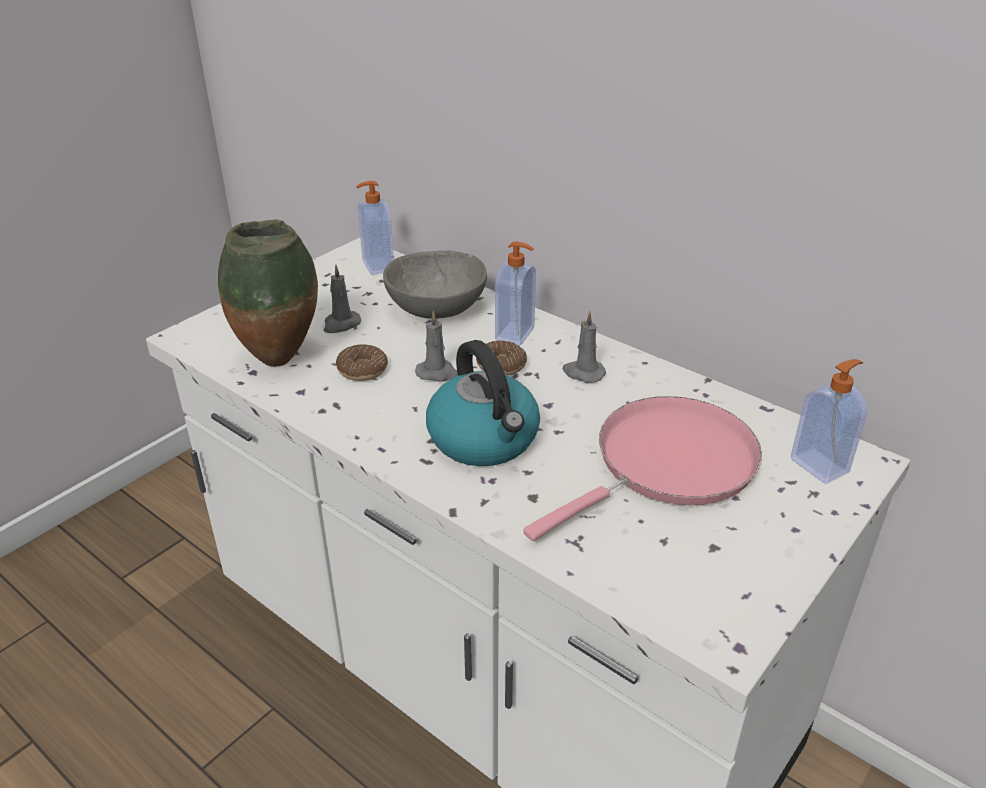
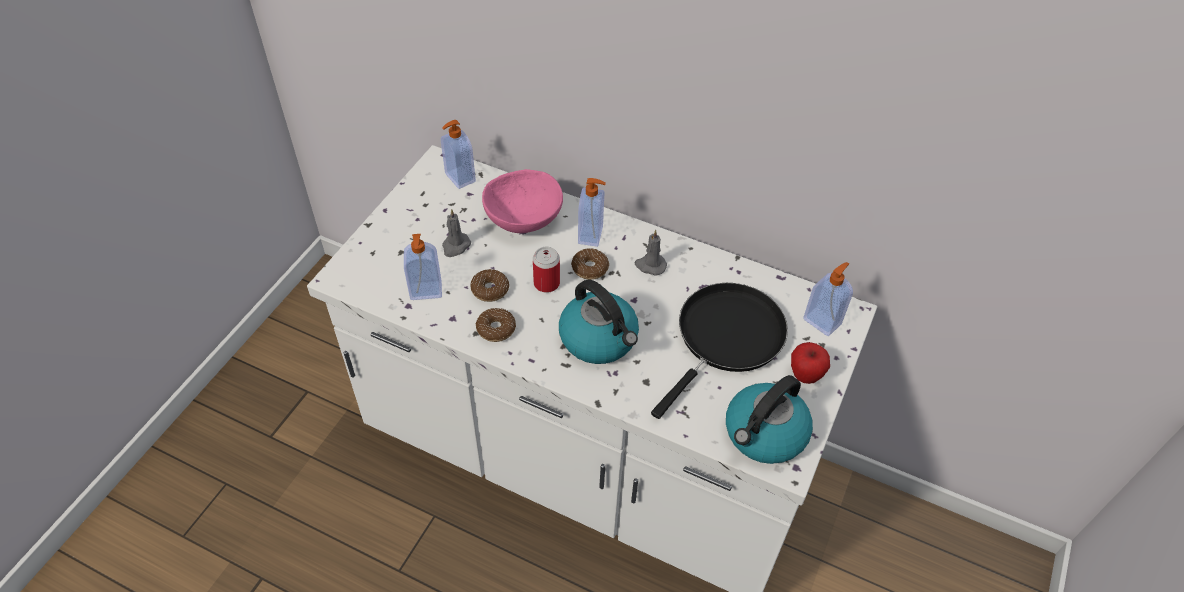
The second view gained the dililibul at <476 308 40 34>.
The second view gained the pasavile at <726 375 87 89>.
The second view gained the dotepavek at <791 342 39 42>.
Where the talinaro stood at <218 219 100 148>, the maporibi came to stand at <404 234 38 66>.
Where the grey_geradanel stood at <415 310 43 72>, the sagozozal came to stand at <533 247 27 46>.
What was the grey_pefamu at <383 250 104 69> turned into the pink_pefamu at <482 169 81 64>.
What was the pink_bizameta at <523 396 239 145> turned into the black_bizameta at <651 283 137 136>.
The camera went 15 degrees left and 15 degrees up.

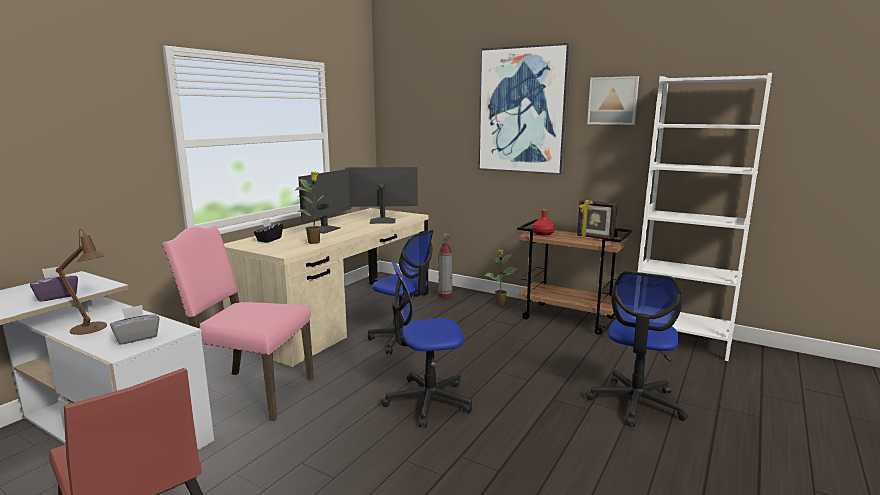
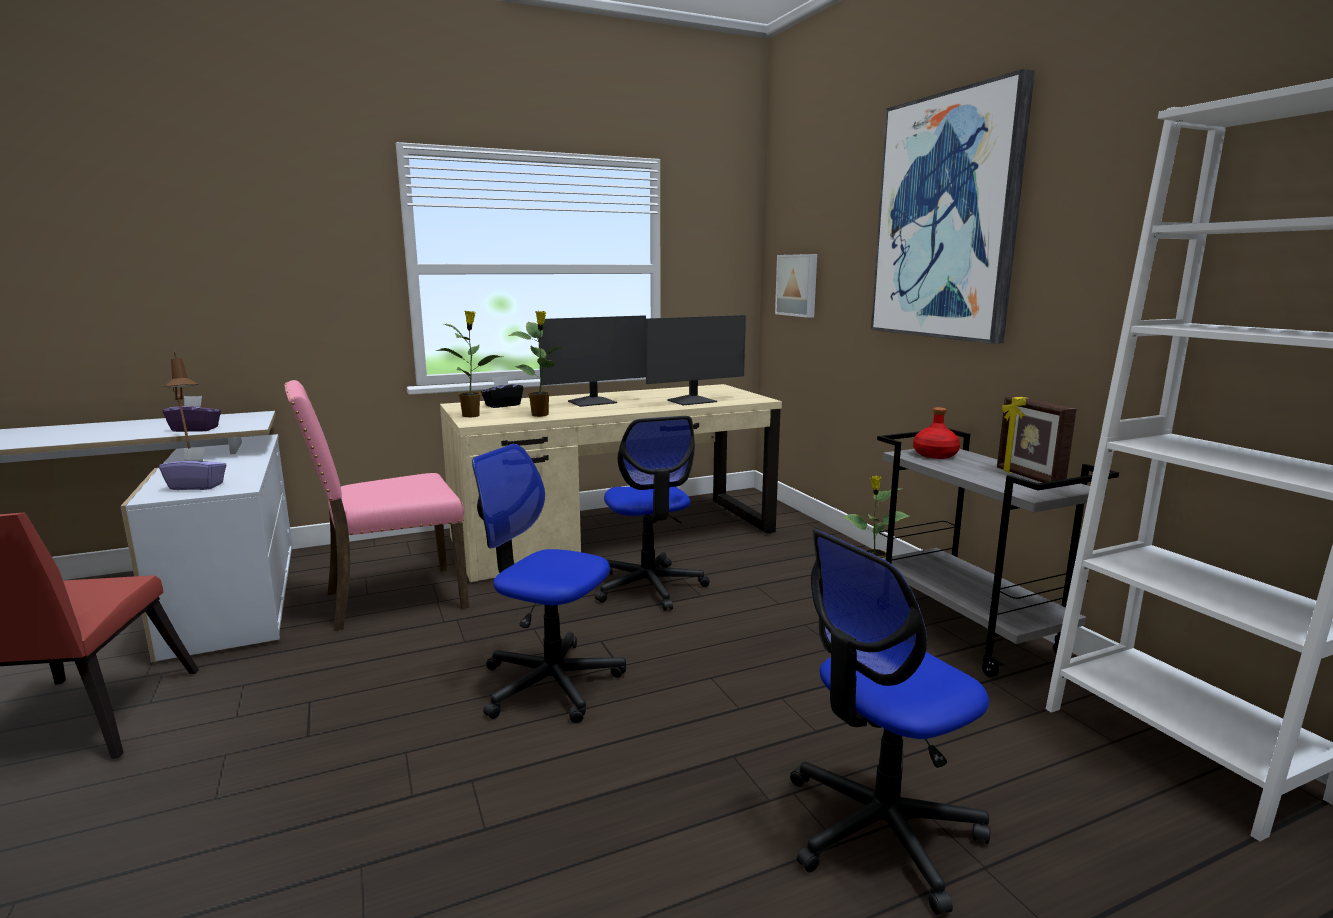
The second view lost the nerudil at <438 233 14 65>.
The second view gained the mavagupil at <436 311 66 106>.
The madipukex ended up elsewhere, having gone from <587 76 52 49> to <775 254 42 64>.
What was the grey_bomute at <110 305 50 40> turned into the purple_bomute at <159 448 67 42>.
What was the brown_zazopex at <517 219 115 116> turned into the grey_zazopex at <877 428 242 250>.
The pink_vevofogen at <161 226 153 195> ended up facing another way, 75 degrees counterclockwise from before.
The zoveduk at <345 167 73 57> ended up facing another way, 120 degrees clockwise from before.
The camera went 35 degrees right and 0 degrees up.

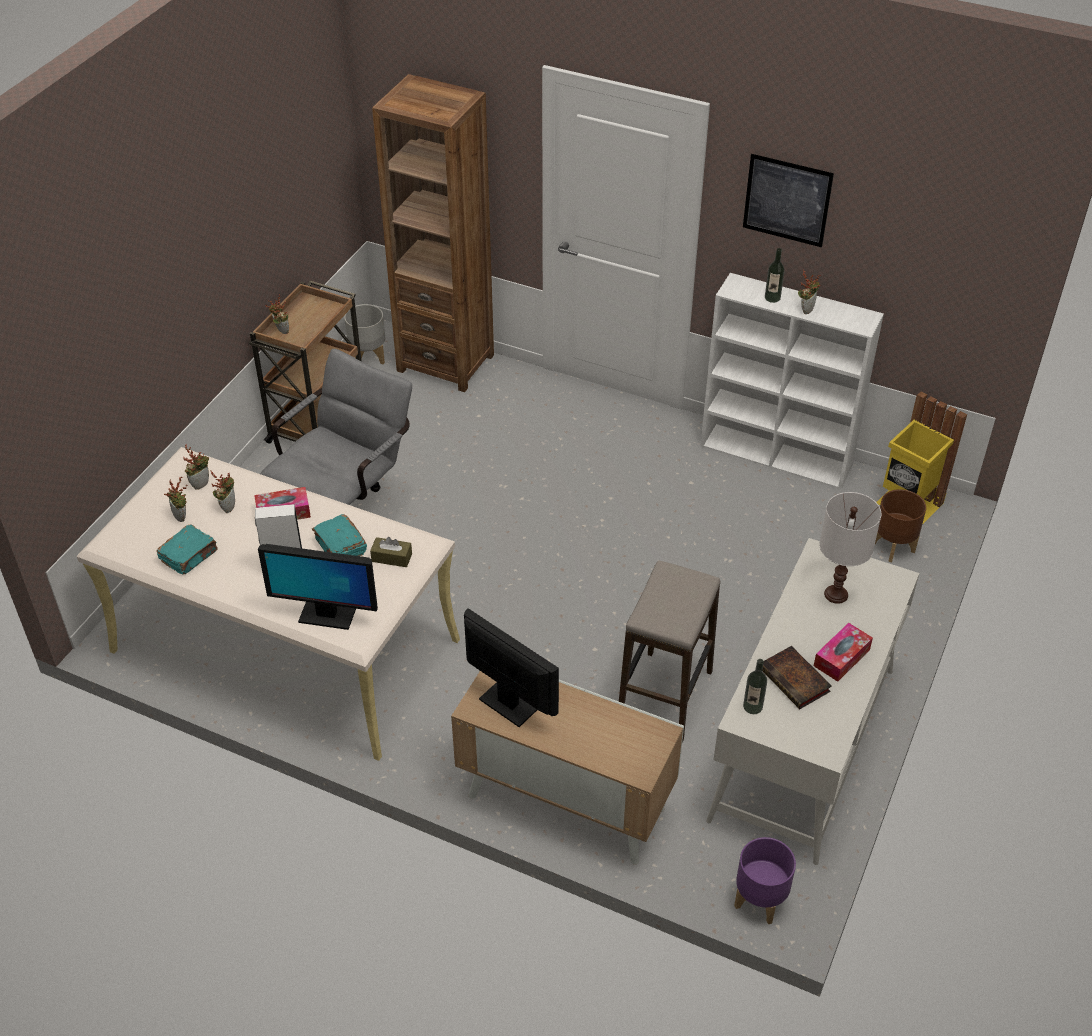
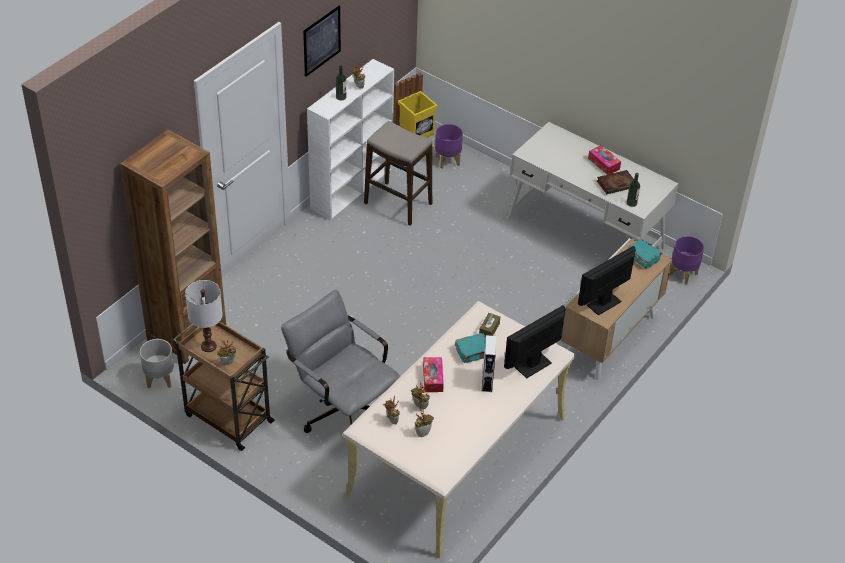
The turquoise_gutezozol ended up elsewhere, having gone from <156 525 62 50> to <626 239 36 30>.
The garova ended up elsewhere, having gone from <619 561 102 182> to <364 121 68 105>.
The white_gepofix ended up elsewhere, having gone from <820 492 61 112> to <185 280 38 72>.
What was the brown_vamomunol at <875 489 51 73> turned into the purple_vamomunol at <435 124 28 44>.
The zoveduk at <258 544 120 86> ended up facing another way, 150 degrees counterclockwise from before.
The camera went 80 degrees left and 0 degrees up.

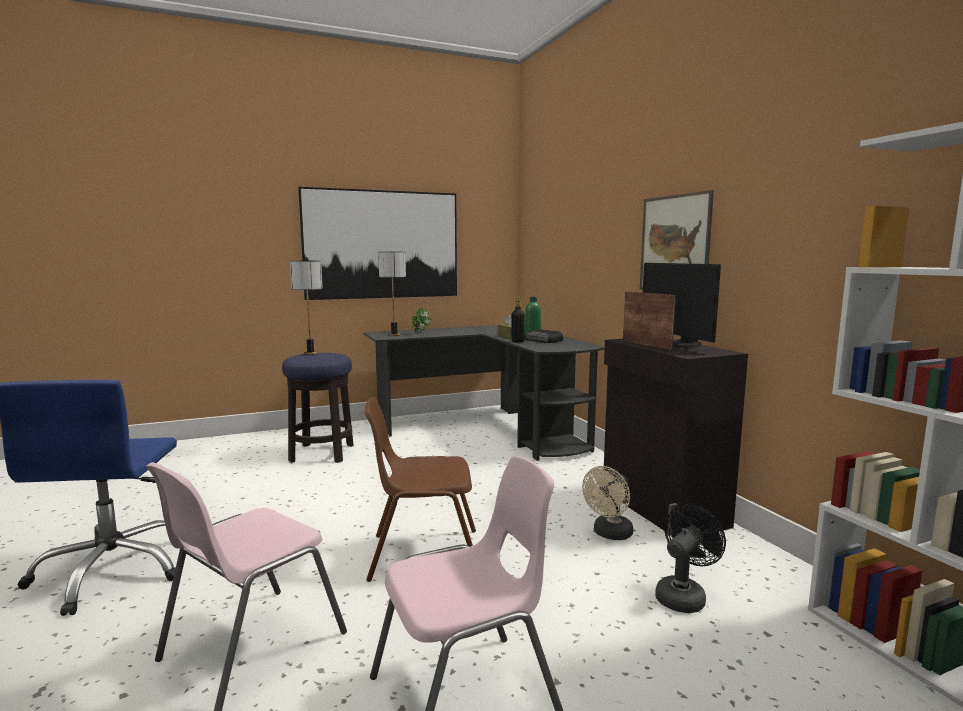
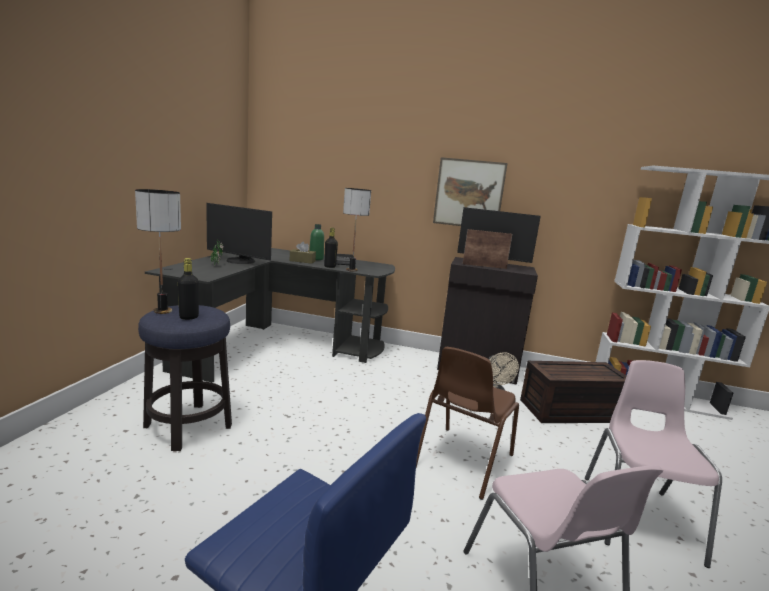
The second view lost the madipukex at <298 187 159 113>.
The second view gained the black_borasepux at <178 258 21 62>.
The second view gained the zoveduk at <206 203 66 61>.
The gepofix ended up elsewhere, having gone from <378 252 28 84> to <343 188 28 84>.
Where the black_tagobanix stood at <655 505 71 108>, the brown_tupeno came to stand at <520 361 106 62>.
The camera went 55 degrees left and 5 degrees up.

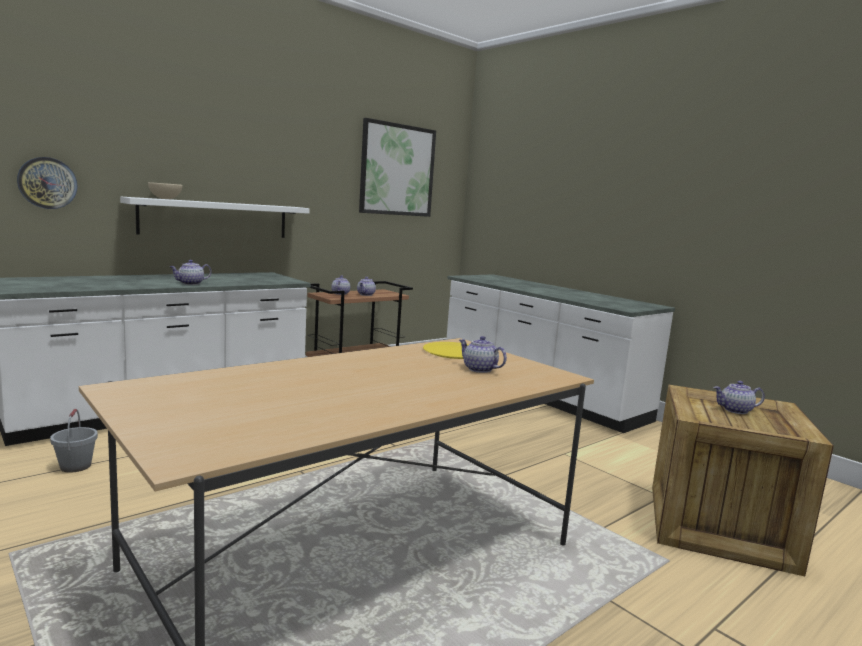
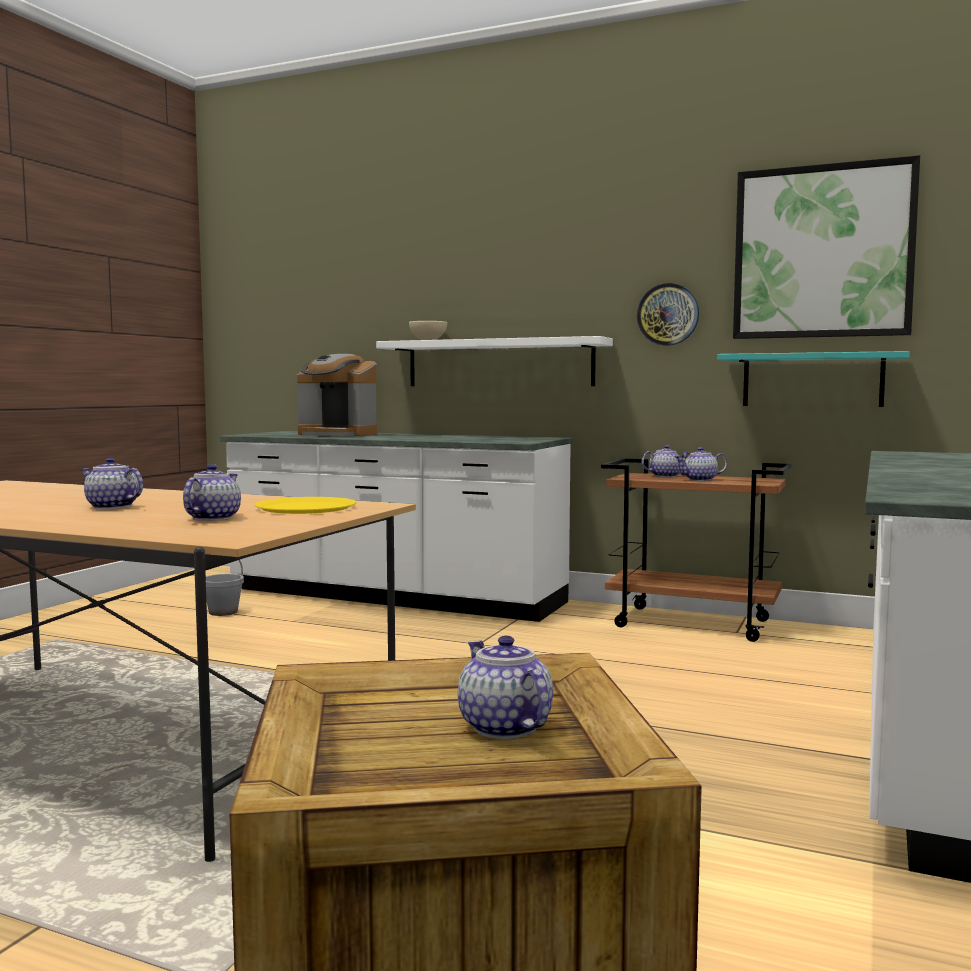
The second view gained the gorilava at <297 354 80 82>.
The second view gained the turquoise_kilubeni at <717 351 193 56>.
The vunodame ended up elsewhere, having gone from <17 157 61 52> to <637 283 62 63>.
The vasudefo ended up elsewhere, having gone from <169 260 43 25> to <81 457 62 52>.
The camera went 65 degrees right and 5 degrees down.

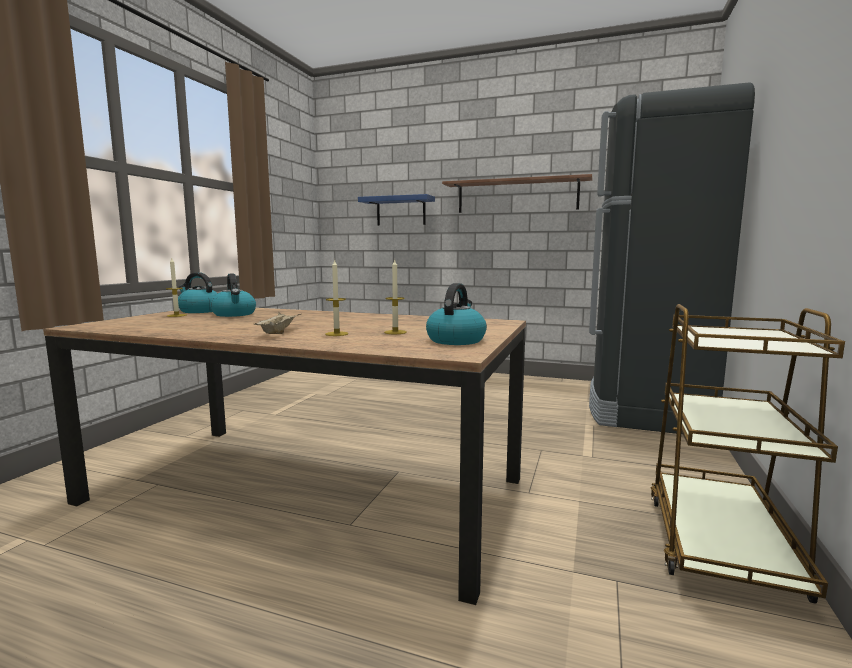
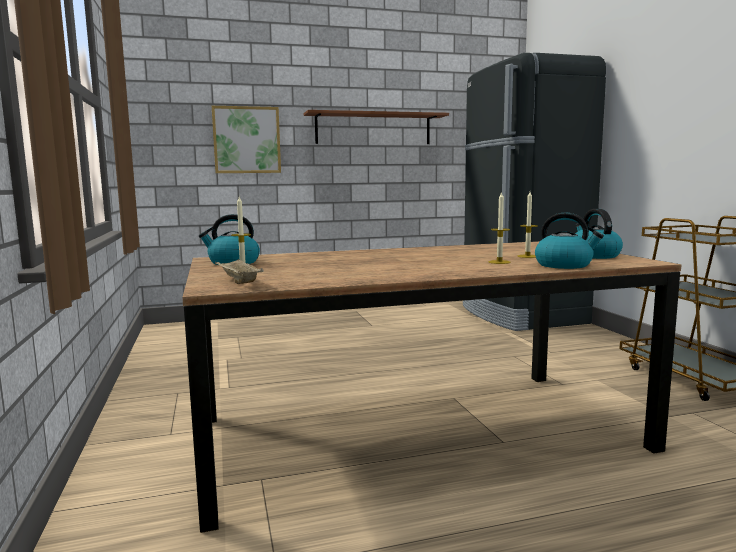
The pasavile ended up elsewhere, having gone from <210 274 46 43> to <535 213 69 56>.
The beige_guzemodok ended up elsewhere, having gone from <254 312 47 22> to <215 258 49 26>.
Where the blue_kilubeni hung at <358 194 77 32>, the madipukex came to hang at <212 106 69 67>.
The camera went 35 degrees left and 0 degrees up.

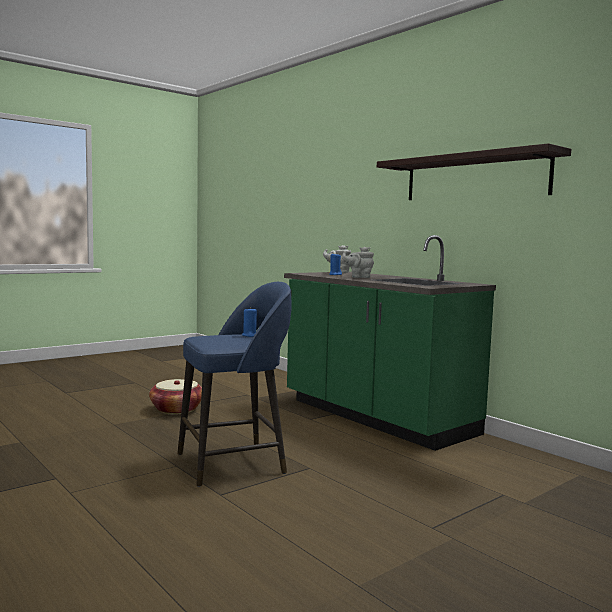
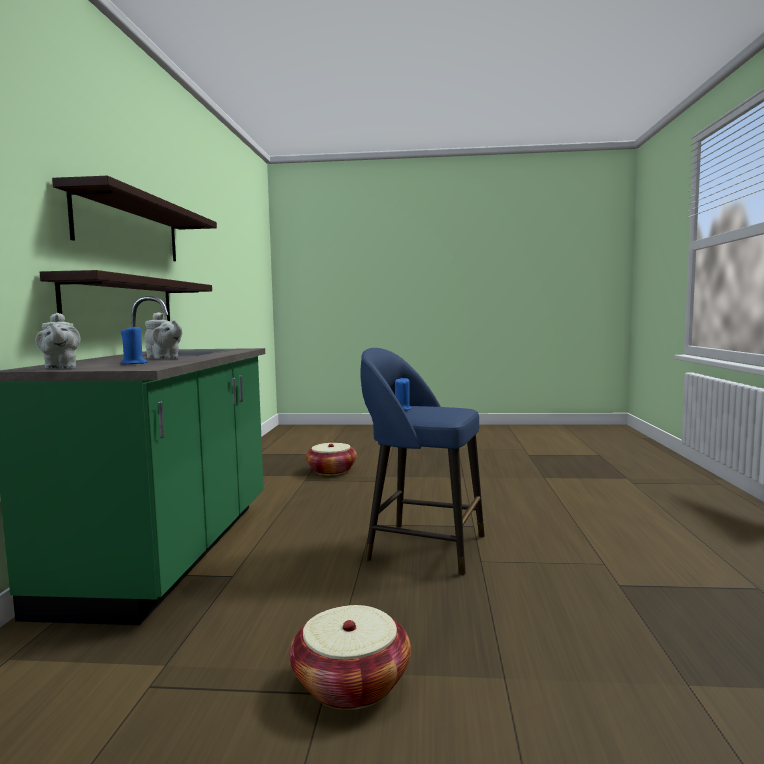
The second view gained the kilubeni at <40 270 172 51>.
The second view gained the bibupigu at <306 443 51 32>.
The camera went 135 degrees left and 0 degrees up.

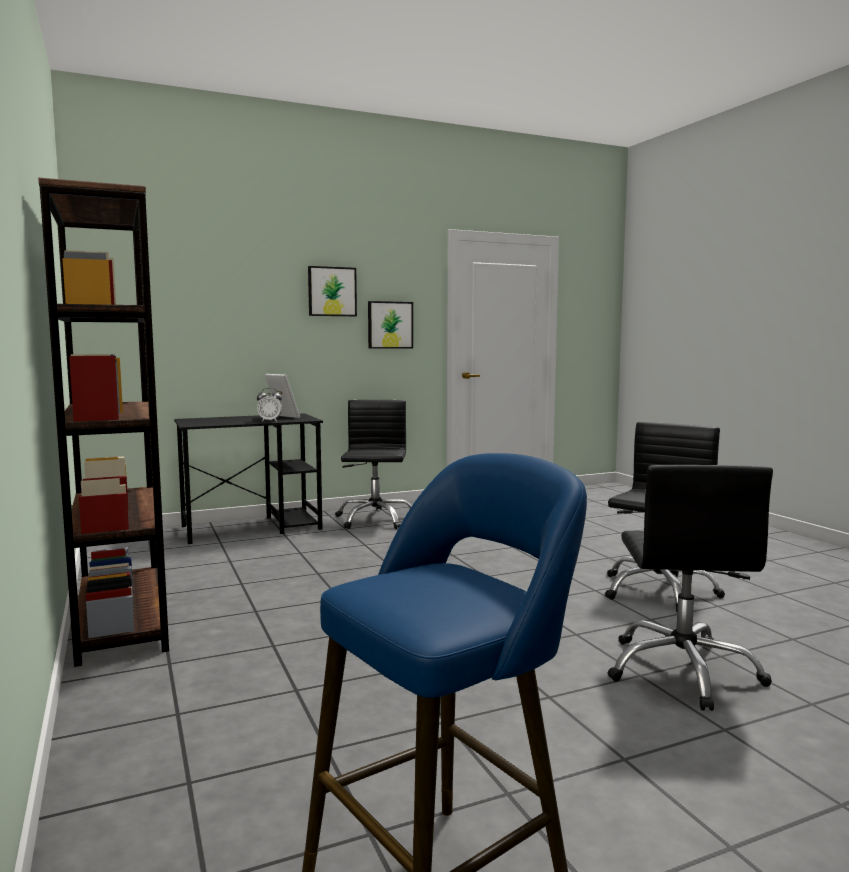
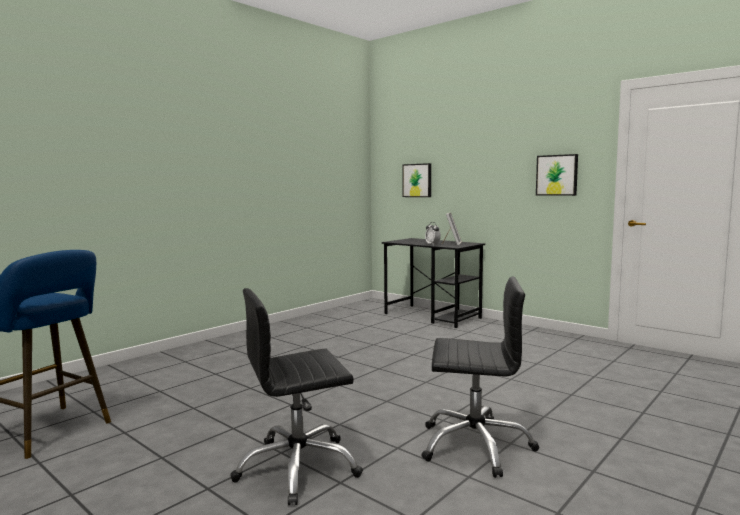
The second view lost the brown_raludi at <38 178 131 489>.
The second view lost the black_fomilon at <335 400 77 129>.
The madipukex ended up elsewhere, having gone from <308 266 49 50> to <402 163 29 34>.
The camera went 65 degrees right and 0 degrees up.

